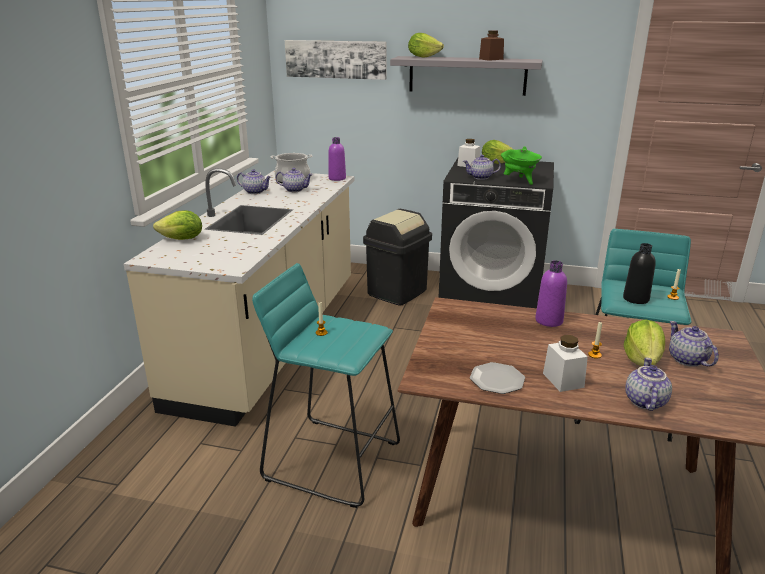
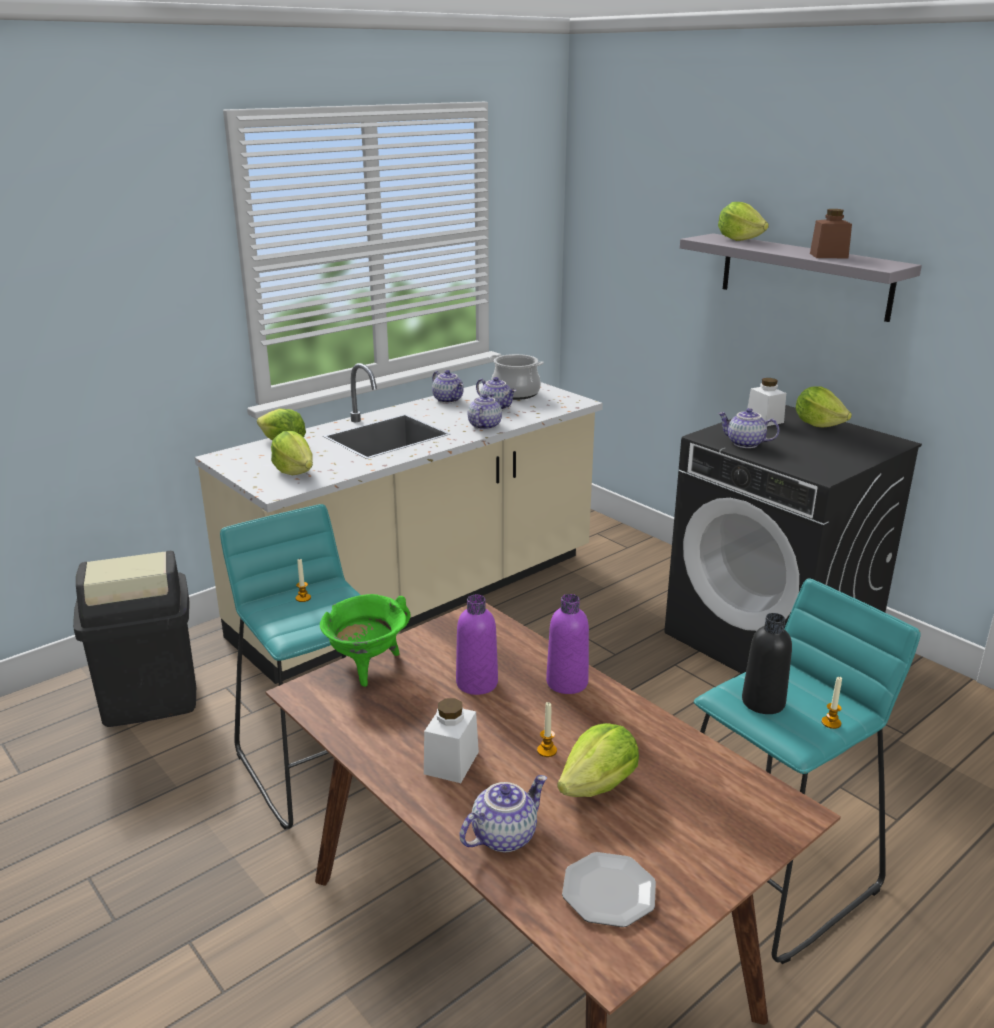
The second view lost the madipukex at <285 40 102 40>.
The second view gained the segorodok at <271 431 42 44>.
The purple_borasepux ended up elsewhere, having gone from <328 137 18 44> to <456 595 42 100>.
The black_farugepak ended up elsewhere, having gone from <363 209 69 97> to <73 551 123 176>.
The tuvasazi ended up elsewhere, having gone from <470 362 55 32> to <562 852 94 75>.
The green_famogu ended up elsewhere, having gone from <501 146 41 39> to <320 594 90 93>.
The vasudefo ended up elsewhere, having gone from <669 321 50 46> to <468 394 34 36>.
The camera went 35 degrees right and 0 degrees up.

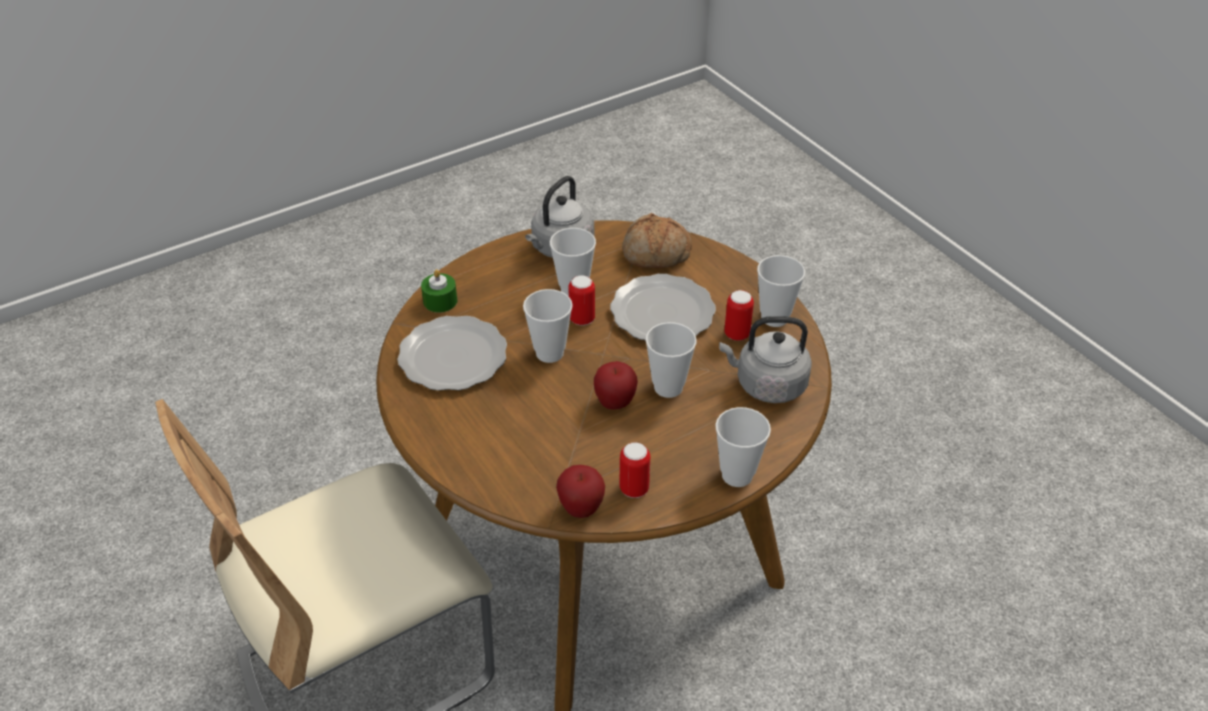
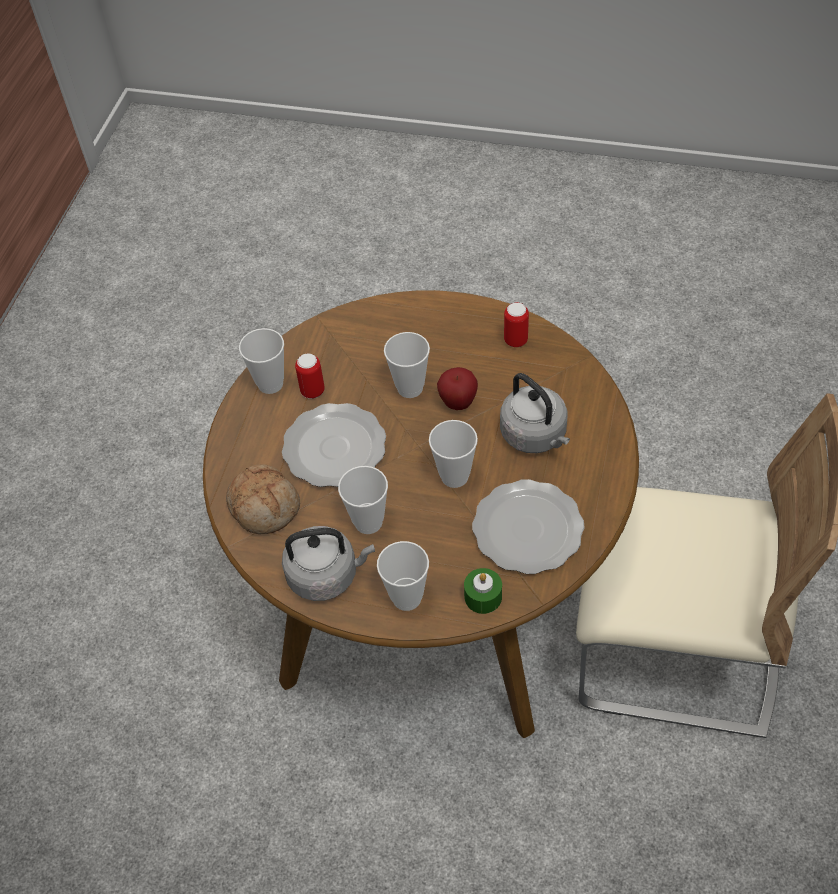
The second view lost the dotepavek at <556 465 49 53>.
The second view lost the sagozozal at <568 275 27 51>.
The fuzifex ended up elsewhere, having gone from <715 407 56 80> to <377 541 52 70>.
The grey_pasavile ended up elsewhere, having gone from <719 316 93 87> to <500 373 70 80>.
The camera went 130 degrees left and 10 degrees up.

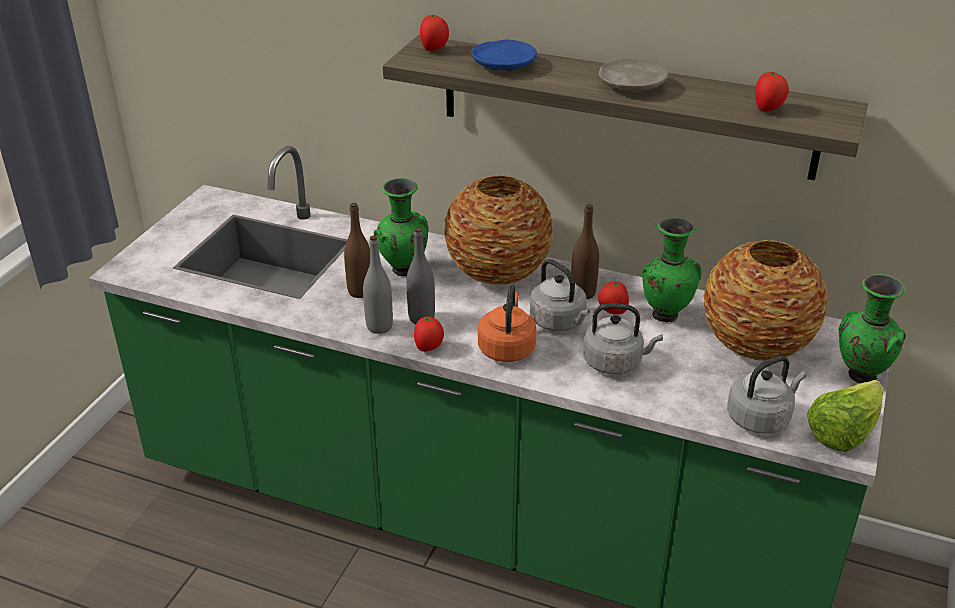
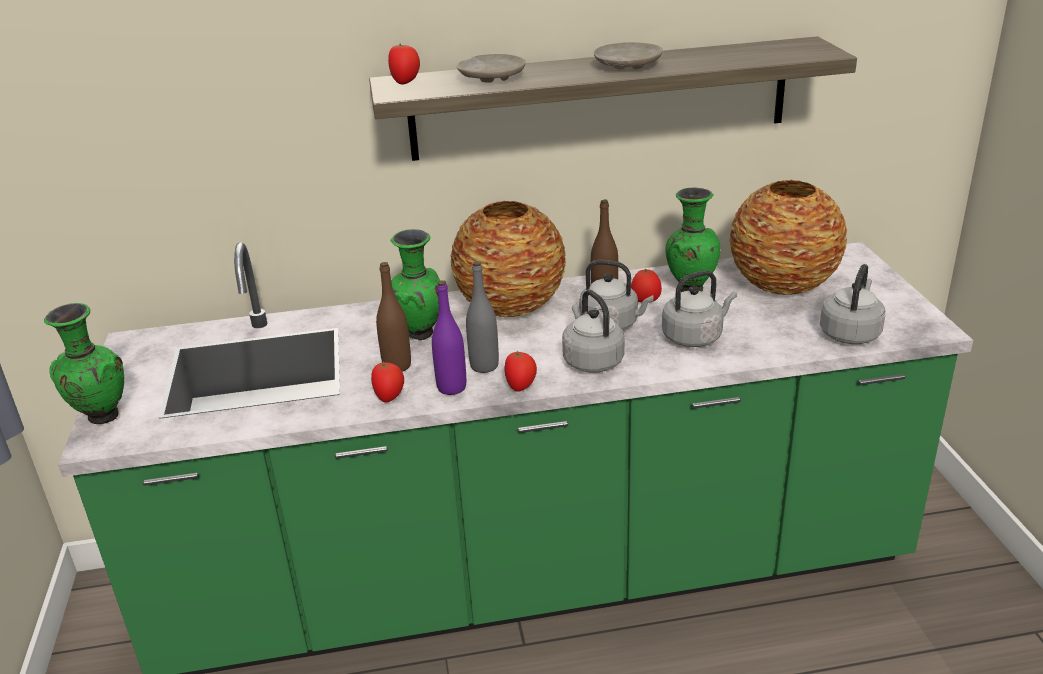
The second view lost the segorodok at <807 380 76 72>.
The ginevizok ended up elsewhere, having gone from <755 71 34 41> to <371 361 33 41>.
The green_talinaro ended up elsewhere, having gone from <839 274 67 109> to <44 303 80 122>.
What was the grey_borasepux at <363 235 30 99> turned into the purple_borasepux at <432 280 34 115>.
What was the blue_tuvasazi at <471 40 66 31> turned into the beige_tuvasazi at <457 54 69 29>.
What was the orange_pasavile at <478 285 59 77> turned into the grey_pasavile at <562 290 63 83>.
The camera went 30 degrees left and 5 degrees down.

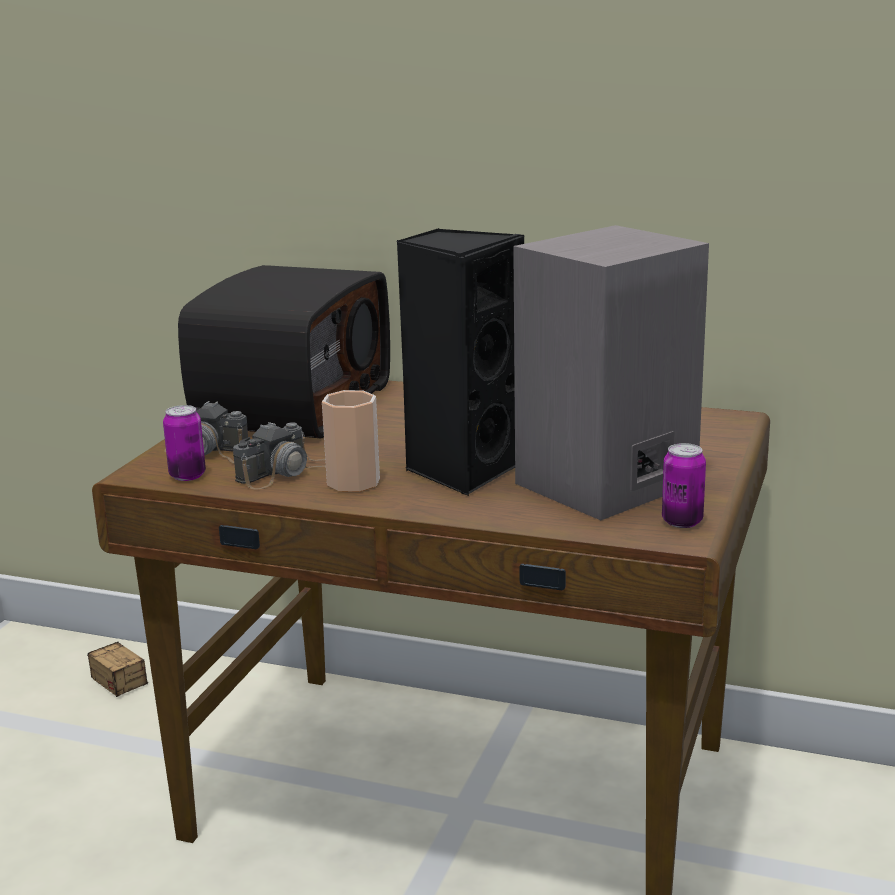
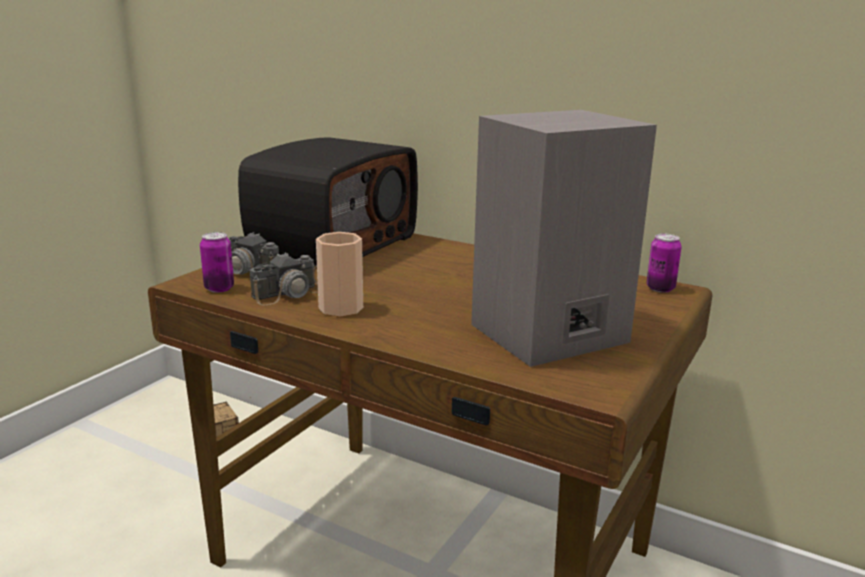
The second view lost the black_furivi at <396 228 128 268>.
The sagozozal ended up elsewhere, having gone from <662 443 44 85> to <646 234 36 59>.
The camera went 10 degrees right and 0 degrees up.

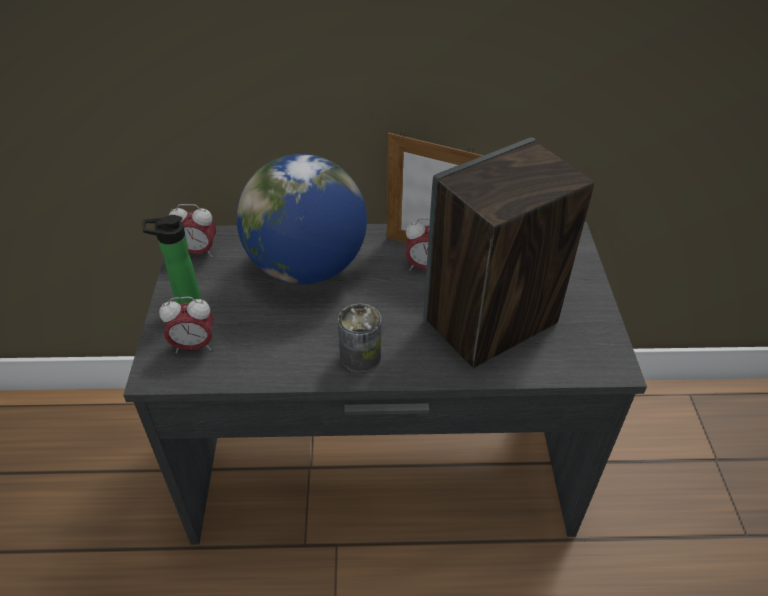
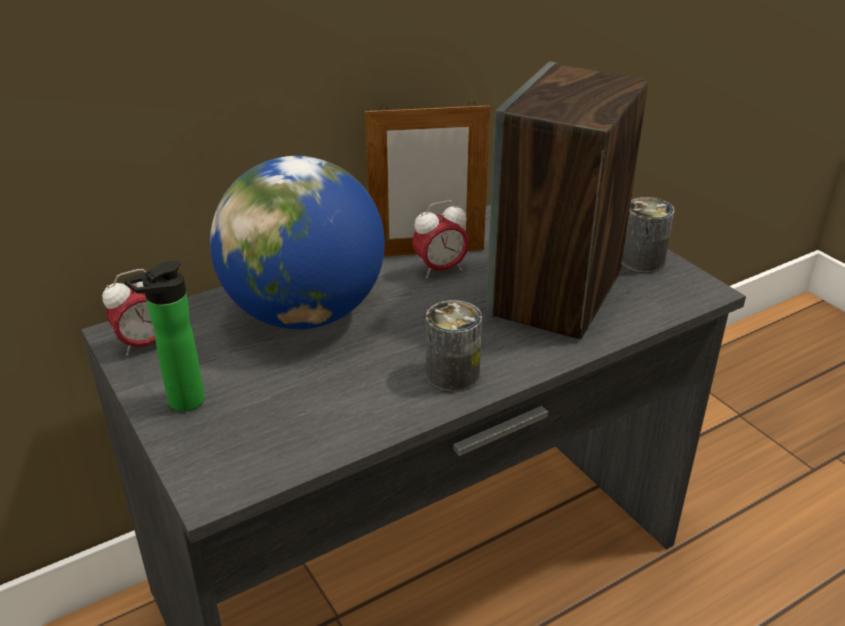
The second view lost the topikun at <159 297 54 56>.
The second view gained the sagozozal at <622 197 52 76>.
The camera went 30 degrees left and 10 degrees down.

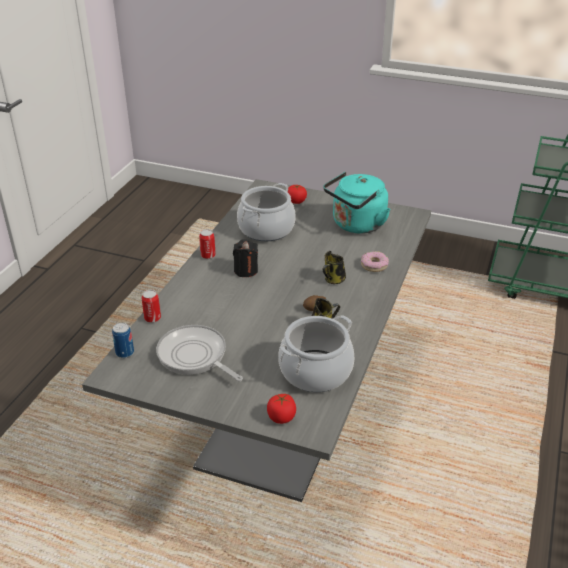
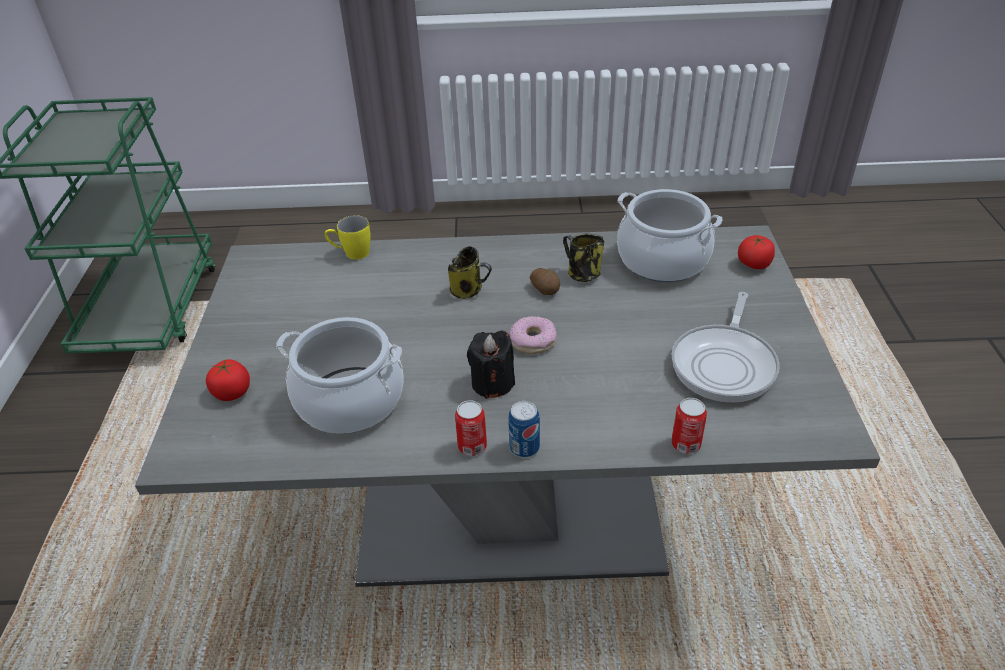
The second view lost the turquoise_pasavile at <323 172 68 62>.
The second view gained the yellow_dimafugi at <325 215 46 45>.
The sagozozal ended up elsewhere, having gone from <112 323 22 35> to <508 401 32 57>.
The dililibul ended up elsewhere, having gone from <361 251 28 21> to <509 316 48 38>.
The camera went 110 degrees left and 5 degrees up.

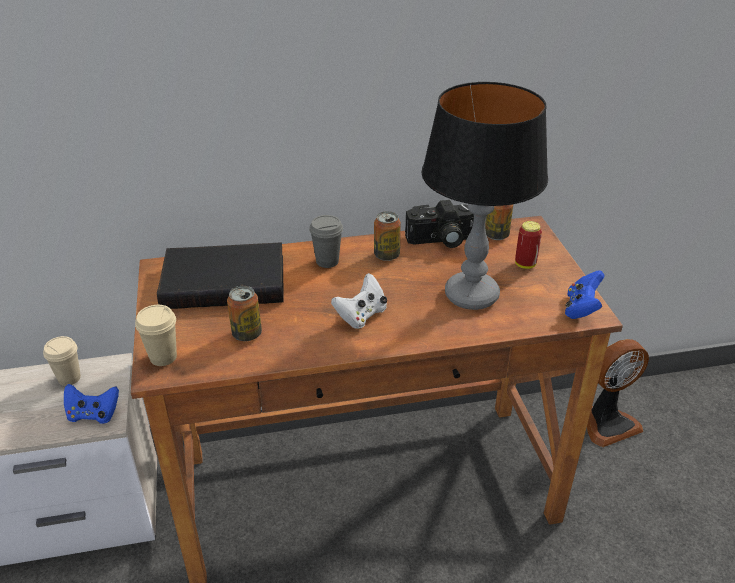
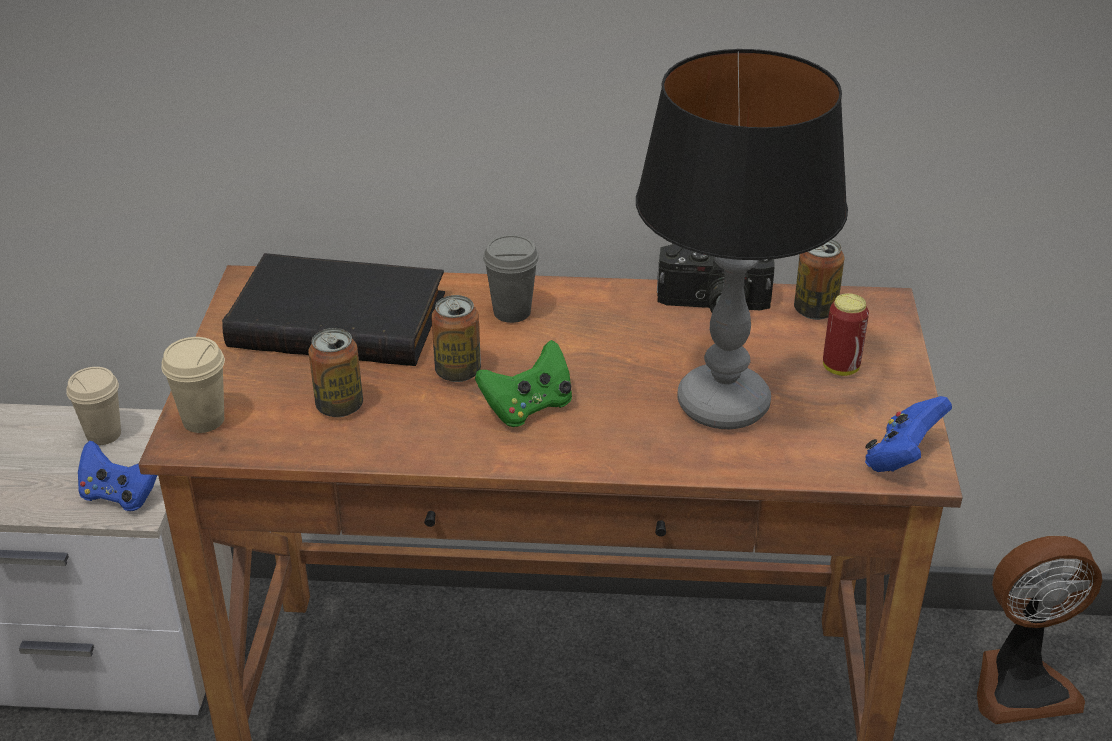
The sagozozal ended up elsewhere, having gone from <374 211 27 50> to <431 295 50 87>.
What was the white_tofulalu at <331 273 56 56> turned into the green_tofulalu at <475 340 97 87>.
The camera went 15 degrees right and 0 degrees up.

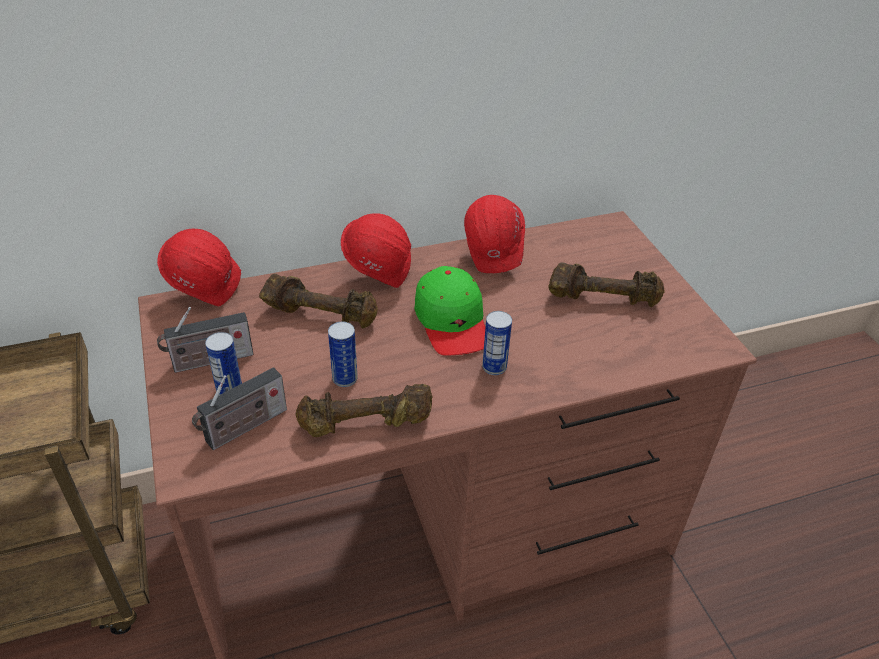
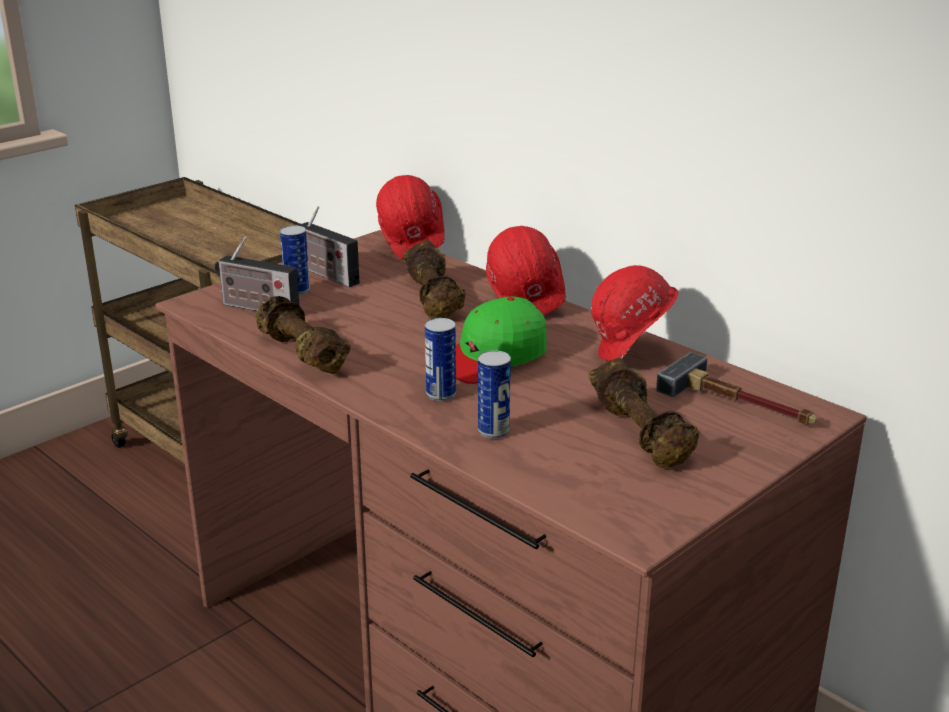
The second view gained the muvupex at <656 352 161 73>.
The sagozozal ended up elsewhere, having gone from <328 322 30 65> to <478 350 33 89>.
The camera went 65 degrees right and 15 degrees down.

